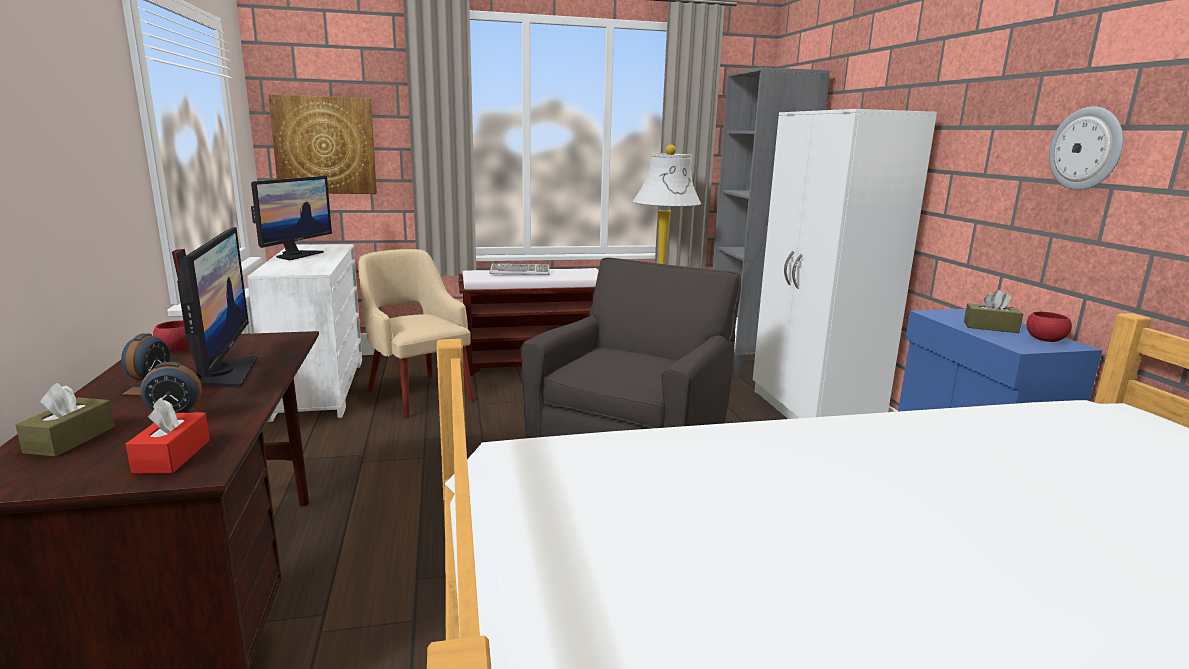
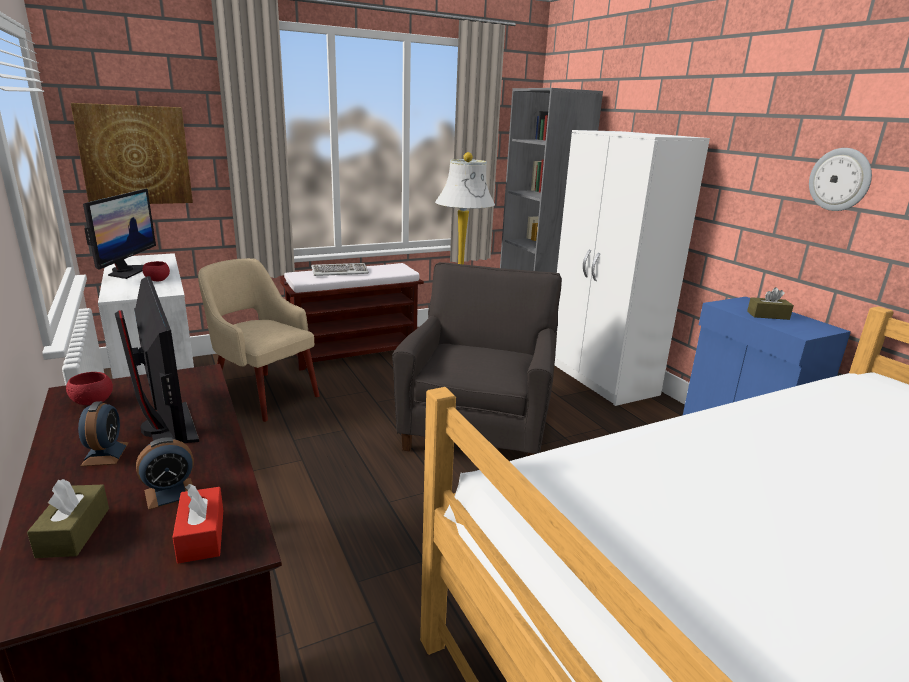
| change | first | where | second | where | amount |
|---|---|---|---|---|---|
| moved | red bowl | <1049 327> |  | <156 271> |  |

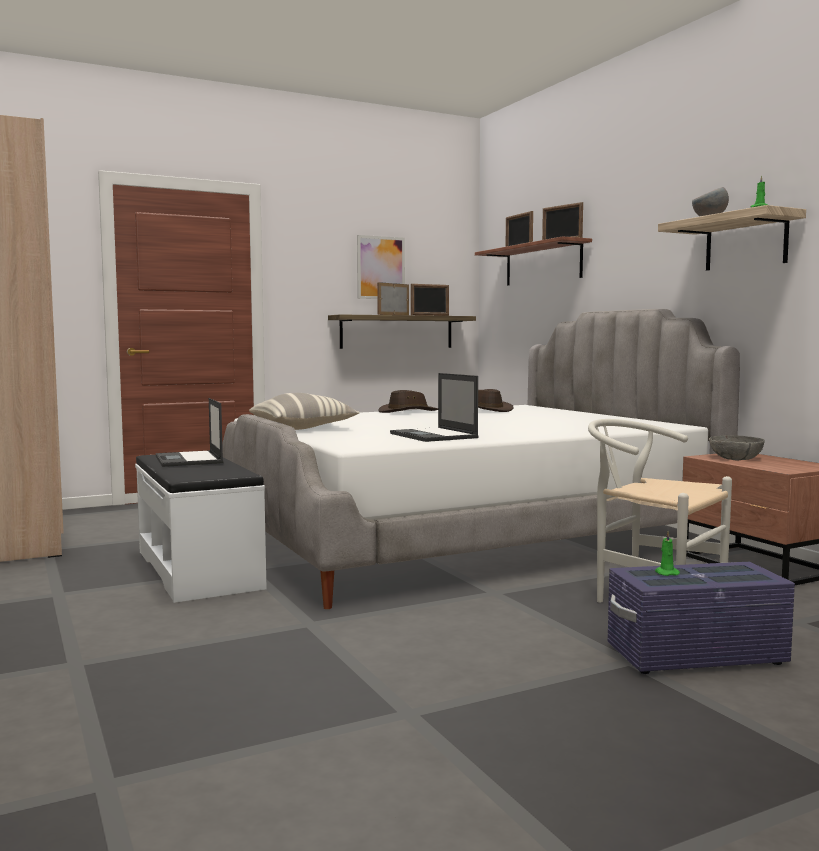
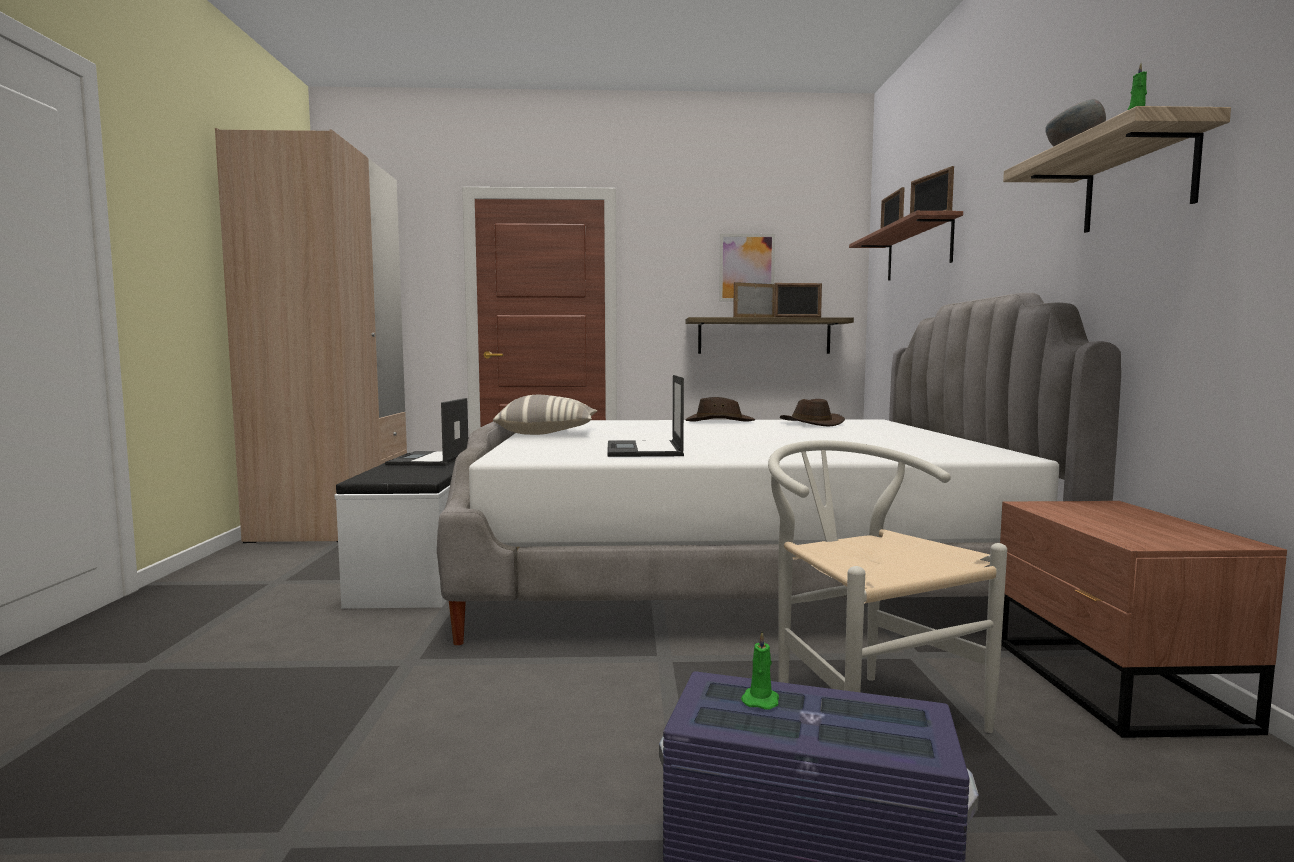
| change | first | where | second | where | amount |
|---|---|---|---|---|---|
| removed | grey bowl | <737 448> |  |  |  |

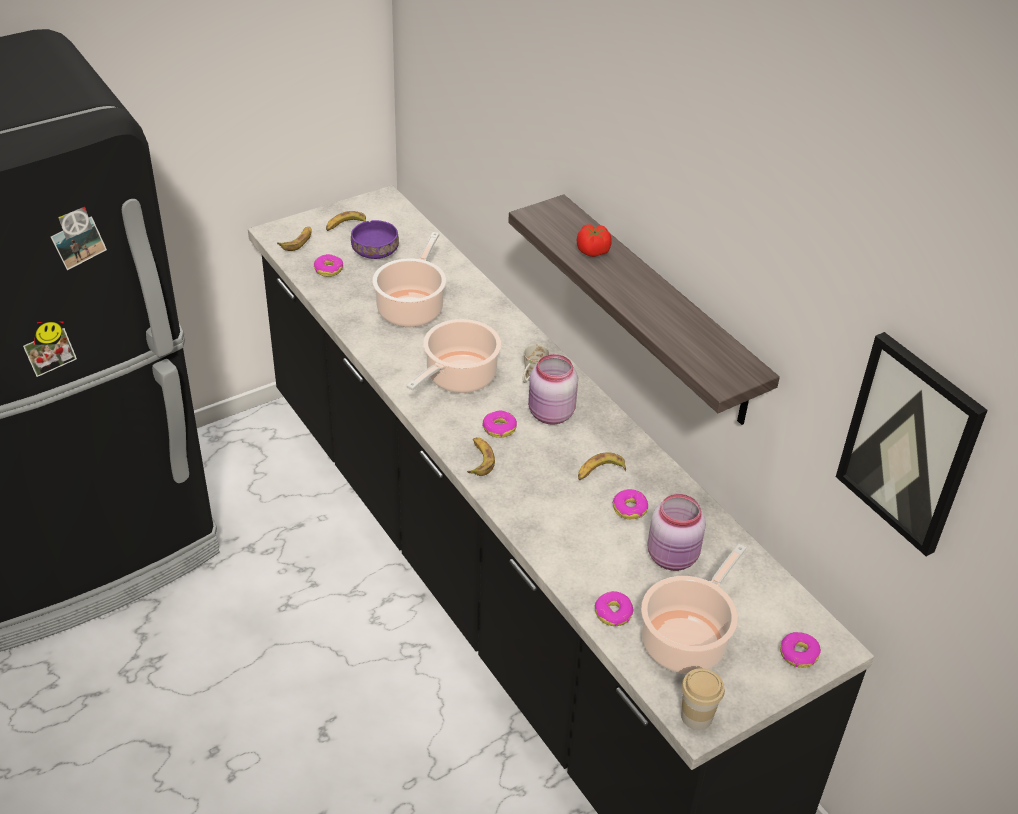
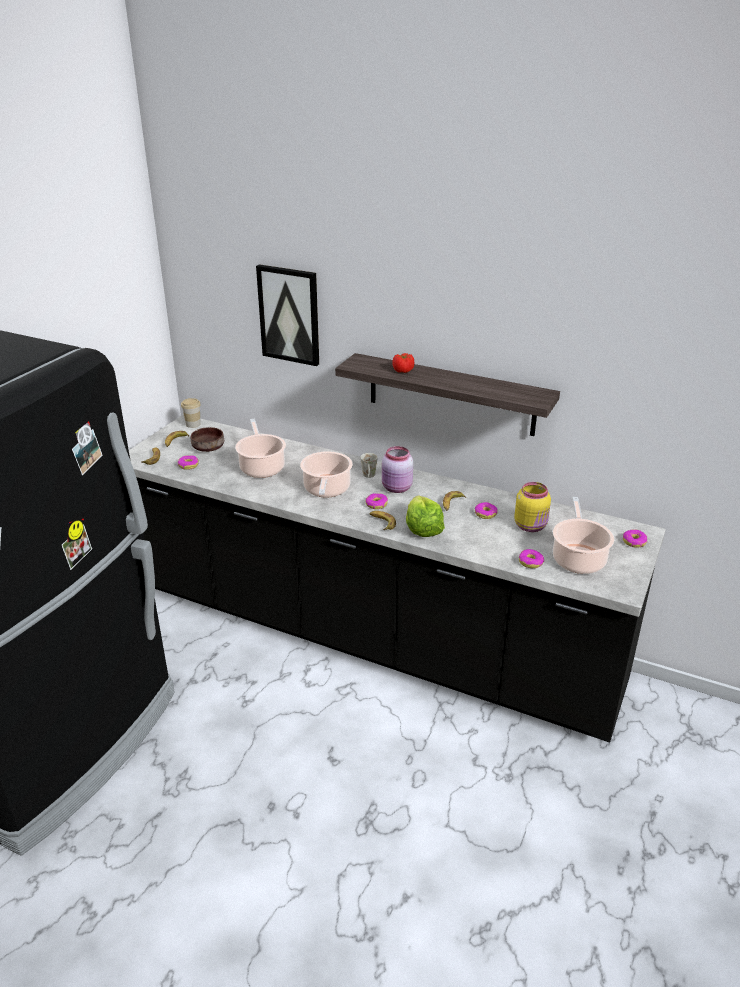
| change | first | where | second | where | amount |
|---|---|---|---|---|---|
| moved | cup | <703 699> |  | <191 413> |  |
| recoloured | purple bowl | <375 239> | brown bowl | <207 439> |  |
| moved | picture | <912 444> |  | <287 315> |  |
| added |  |  | lettuce | <425 516> |  |
| recoloured | pink jar | <676 532> | yellow jar | <532 507> |  |

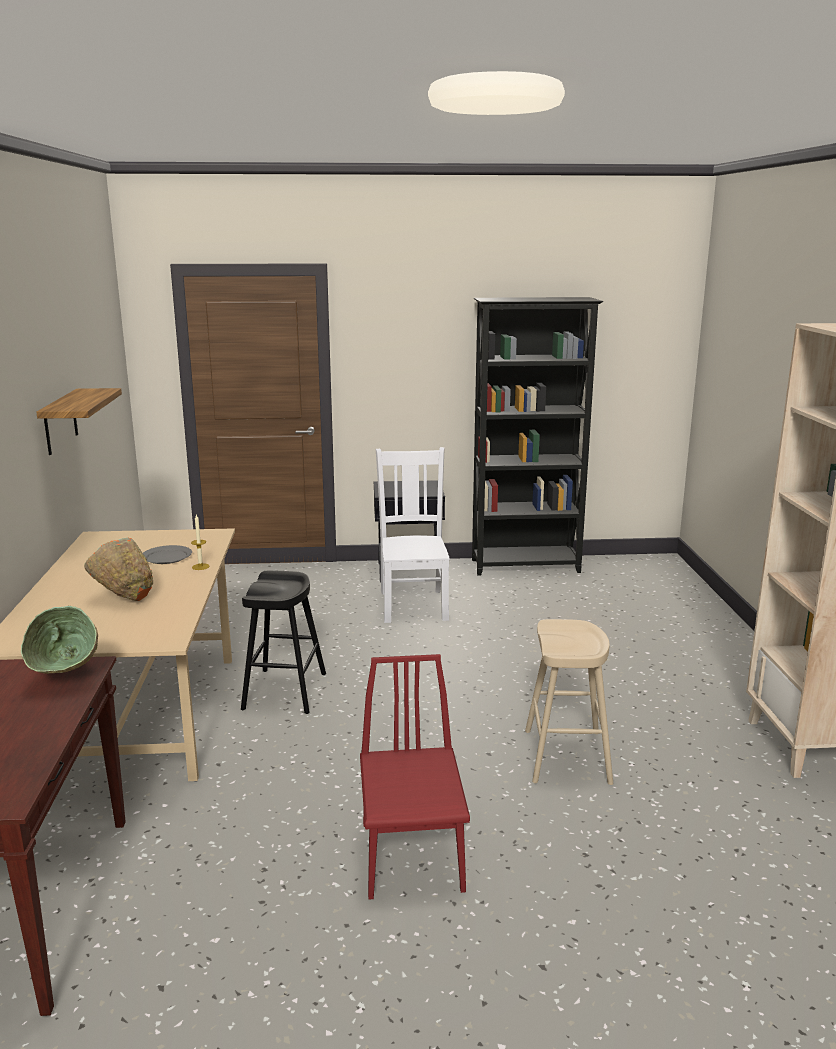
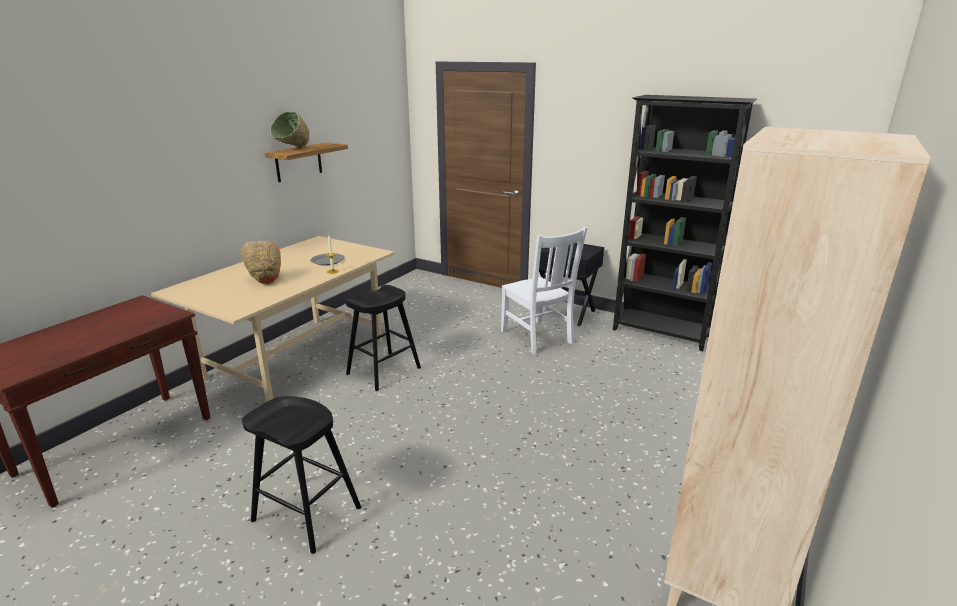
| change | first | where | second | where | amount |
|---|---|---|---|---|---|
| replaced | red chair | <415 777> | black stool | <301 475> |  |
| moved | green bowl | <59 640> |  | <289 129> |  |
| turned | white chair | <413 535> |  | <544 291> | 120 degrees clockwise |
| removed | beige stool | <569 702> |  |  |  |

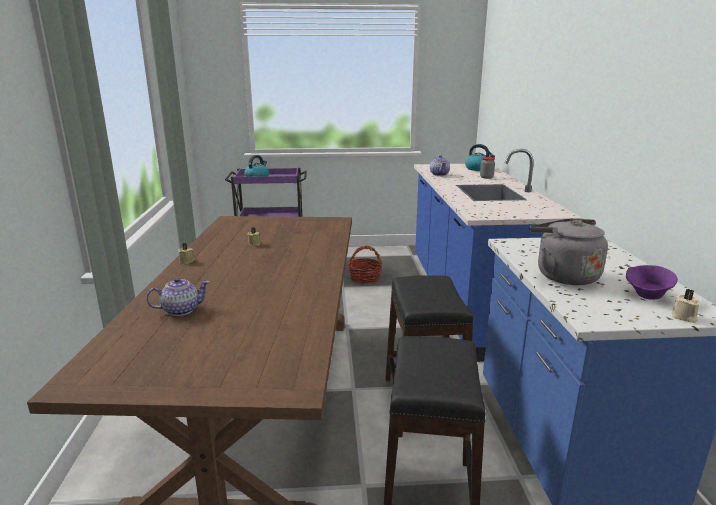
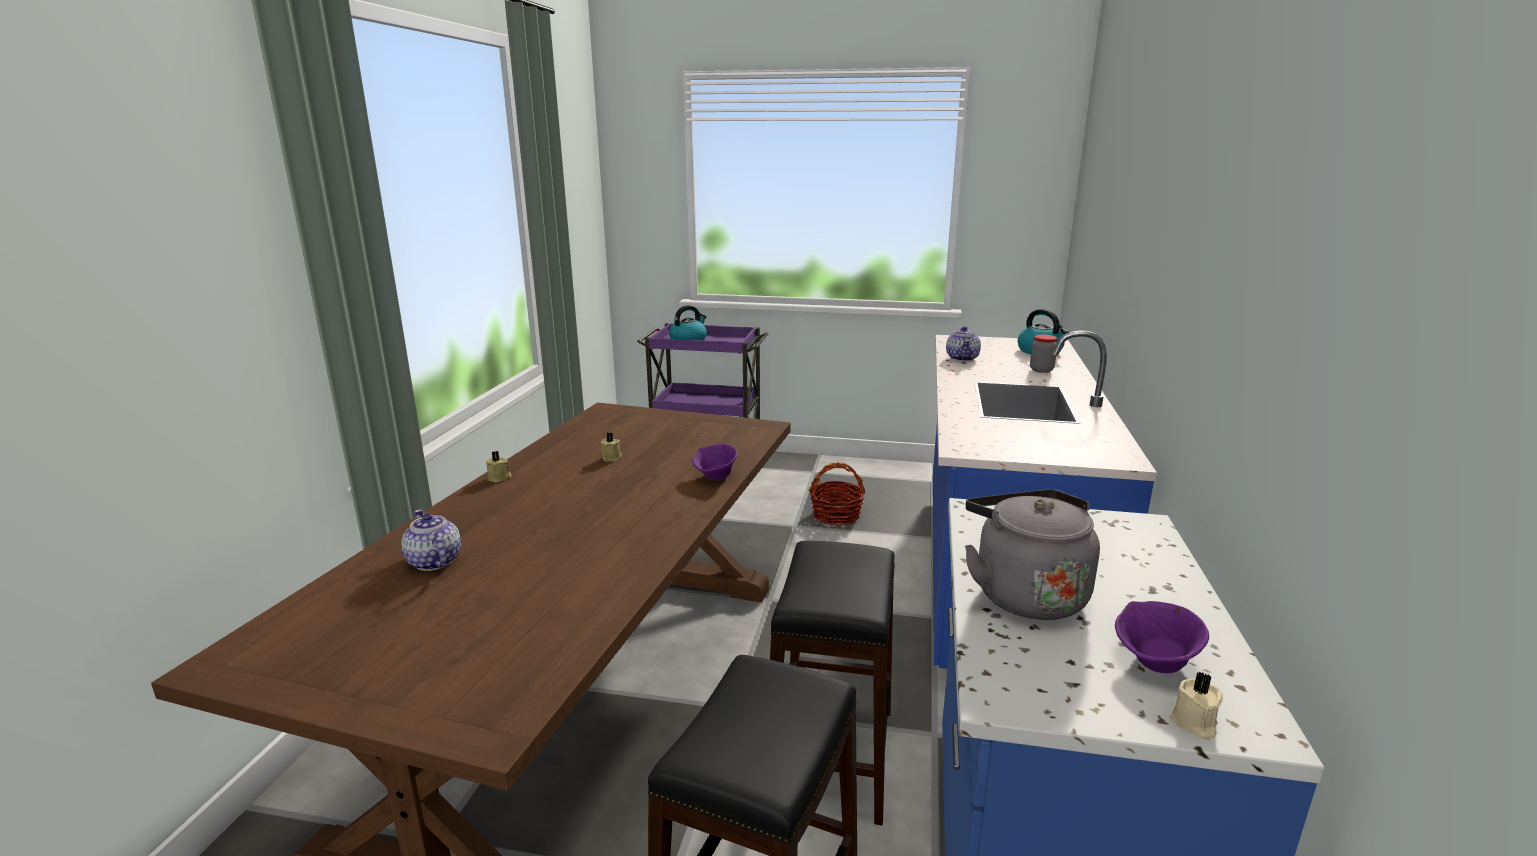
| change | first | where | second | where | amount |
|---|---|---|---|---|---|
| turned | teapot | <177 296> |  | <431 540> | 120 degrees counterclockwise |
| added |  |  | purple bowl | <714 462> |  |

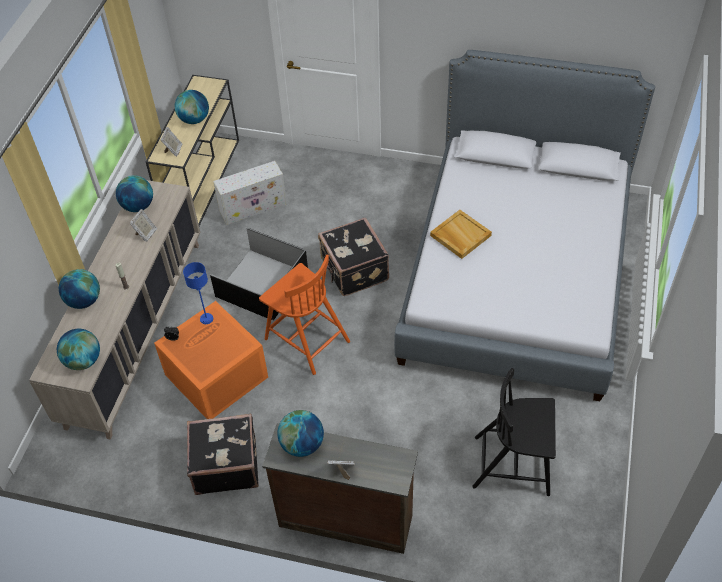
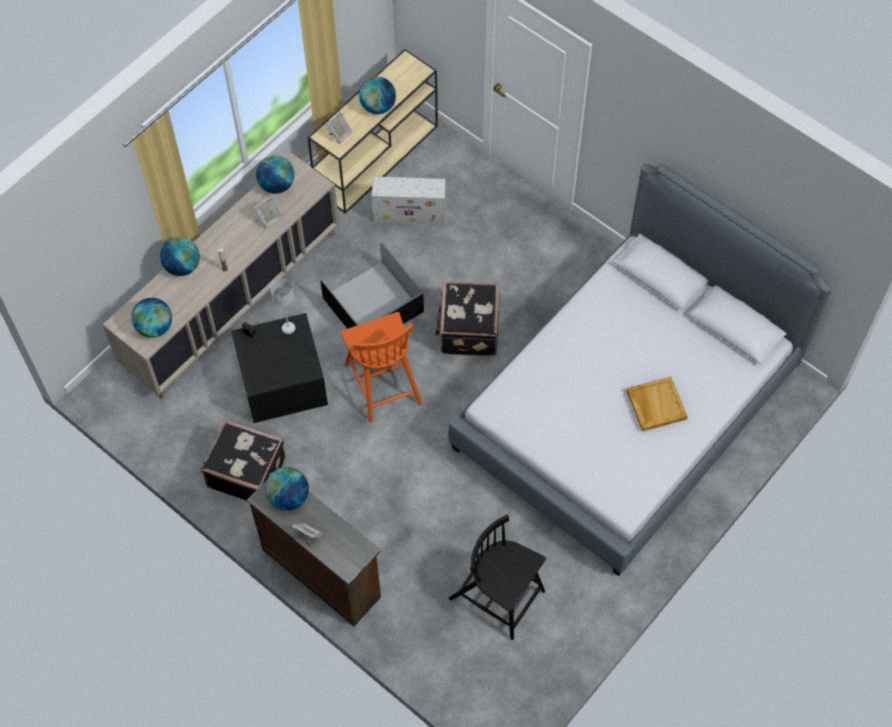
| change | first | where | second | where | amount |
|---|---|---|---|---|---|
| recoloured | orange storage box | <211 360> | black storage box | <279 368> |  |
| recoloured | blue table lamp | <198 293> | grey table lamp | <282 306> |  |
| moved | beige tray | <461 234> |  | <657 404> |  |

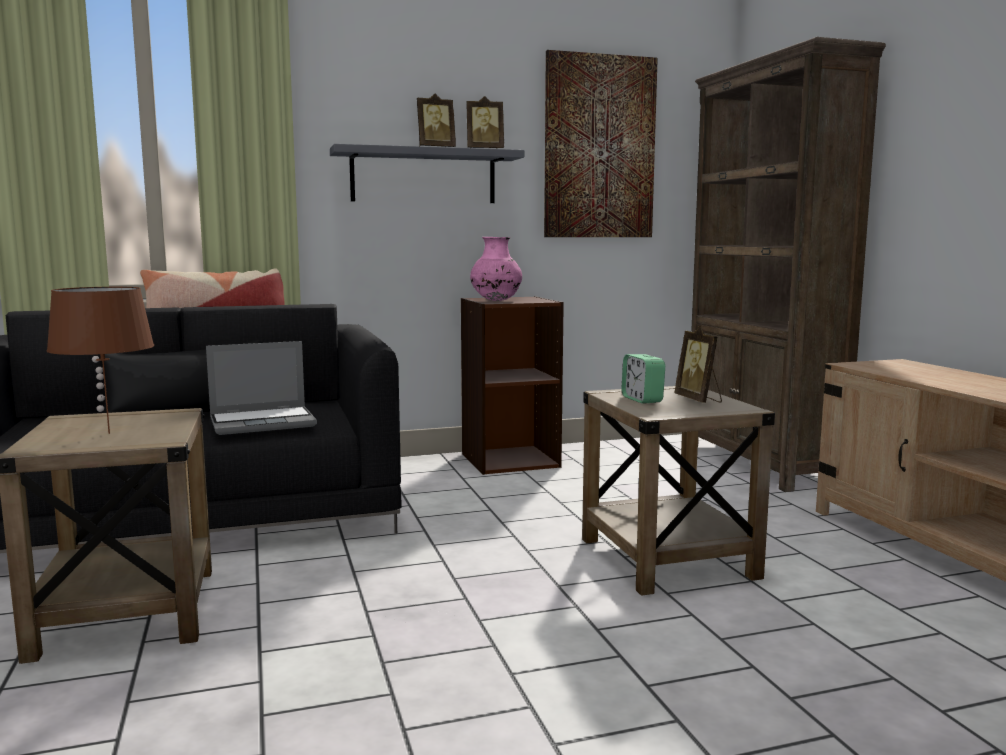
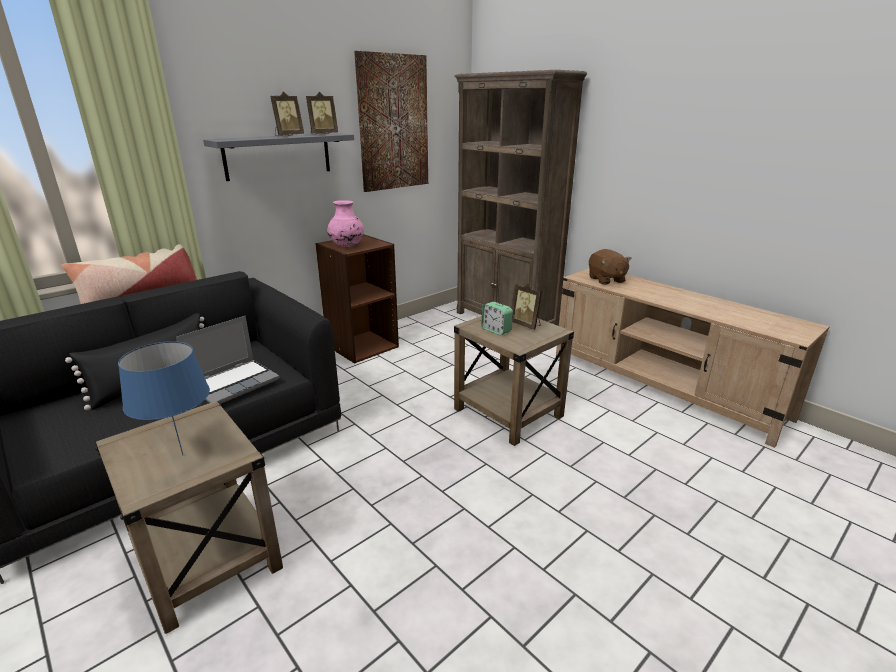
| change | first | where | second | where | amount |
|---|---|---|---|---|---|
| recoloured | brown table lamp | <100 360> | blue table lamp | <164 398> |  |
| added |  |  | brown plush toy | <610 267> |  |

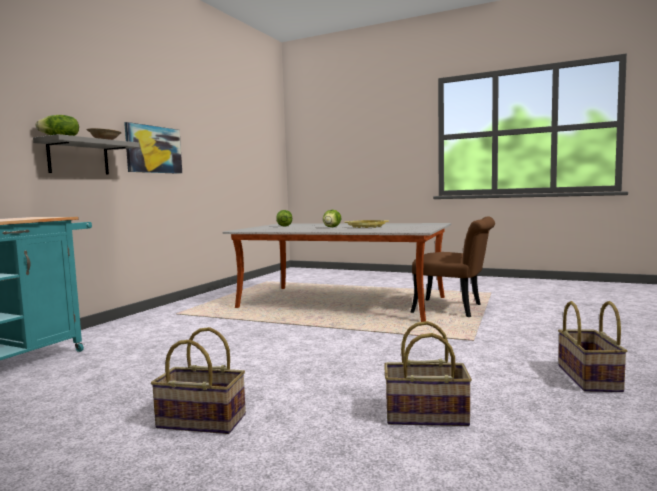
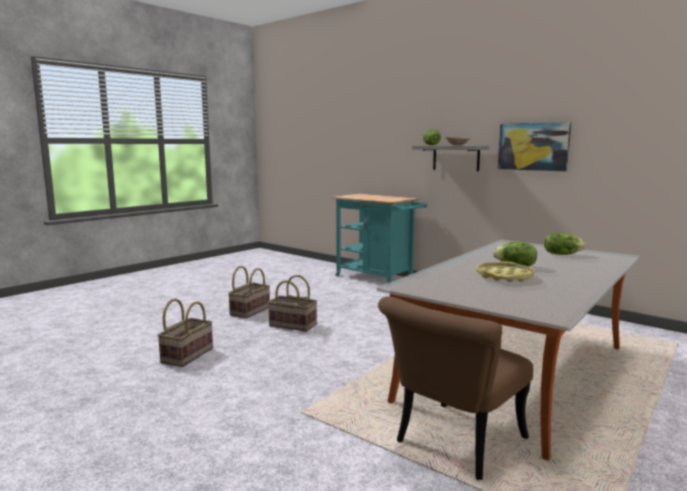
| change | first | where | second | where | amount |
|---|---|---|---|---|---|
| moved | basket | <592 346> |  | <292 303> |  |

